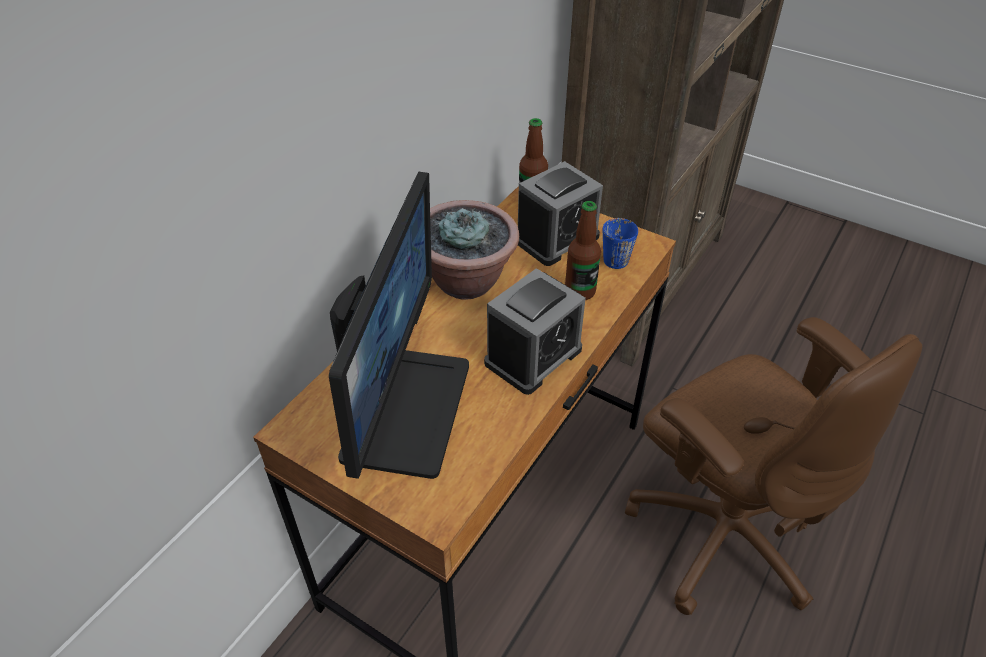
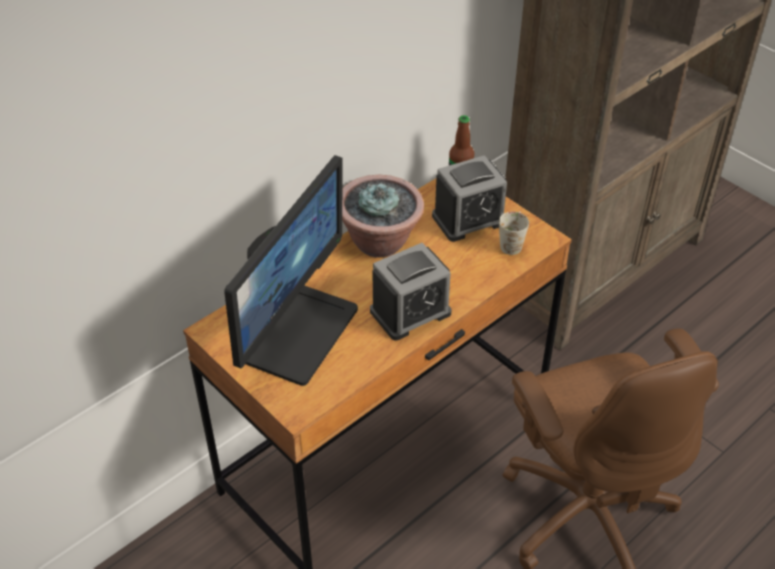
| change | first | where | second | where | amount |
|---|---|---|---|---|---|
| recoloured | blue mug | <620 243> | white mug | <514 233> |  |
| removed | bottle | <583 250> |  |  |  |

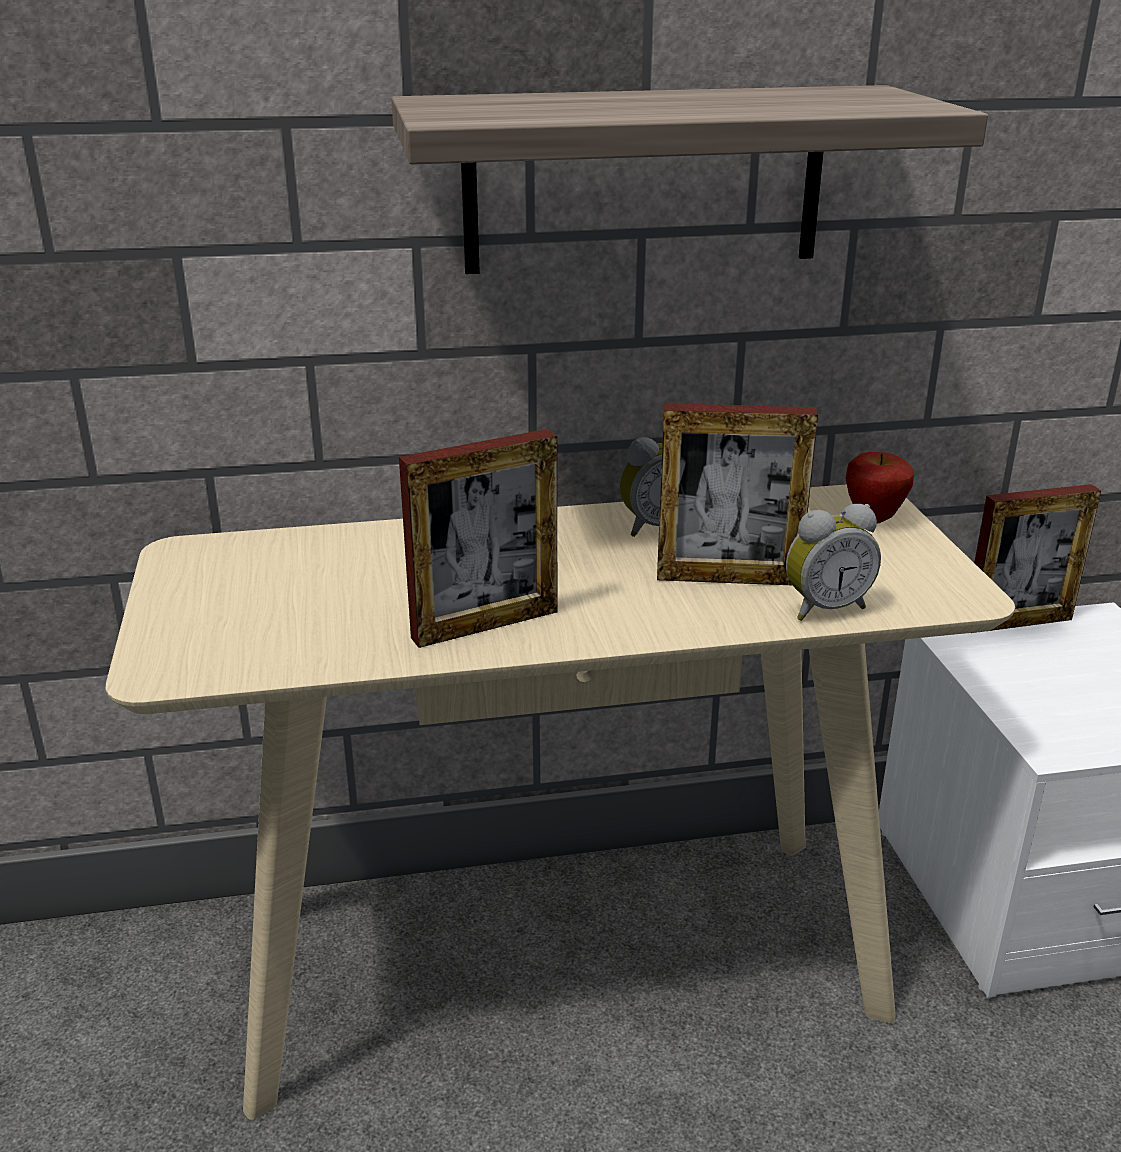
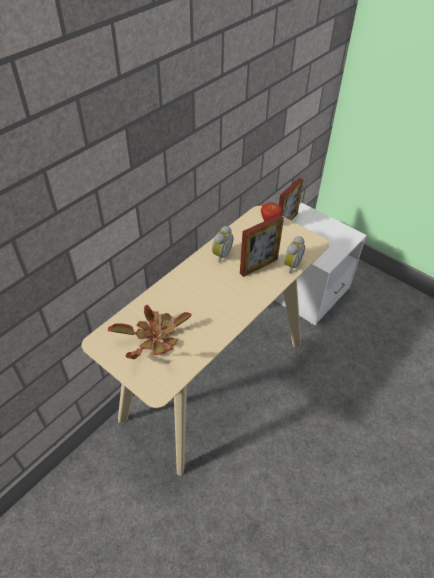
| change | first | where | second | where | amount |
|---|---|---|---|---|---|
| added |  |  | potted plant | <150 332> |  |
| removed | shelf | <690 179> |  |  |  |
| removed | picture frame | <478 538> |  |  |  |

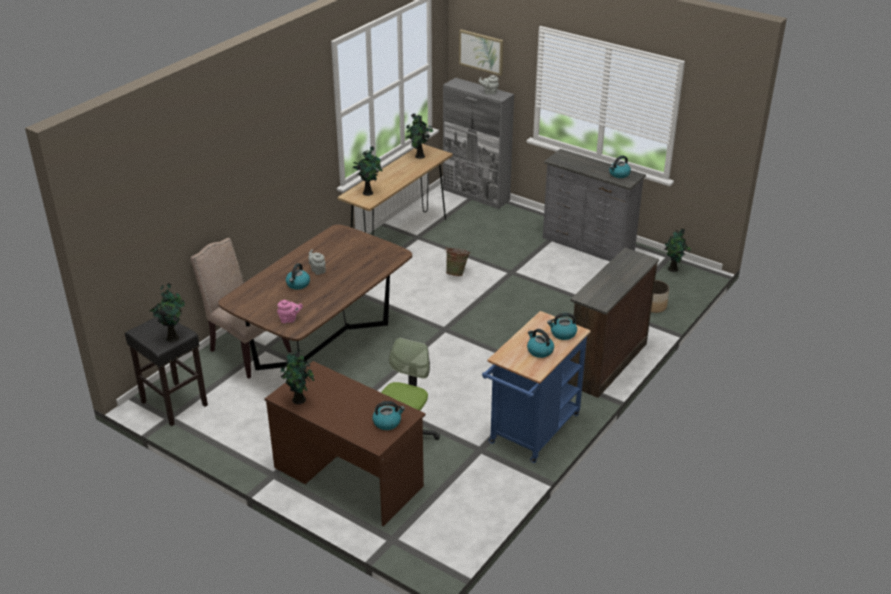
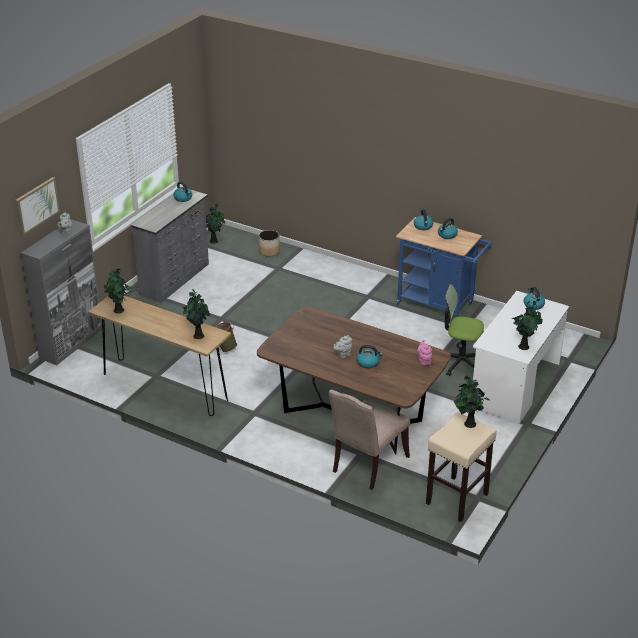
| change | first | where | second | where | amount |
|---|---|---|---|---|---|
| recoloured | black stool | <166 371> | beige stool | <461 467> |  |
| recoloured | brown desk | <345 444> | white desk | <521 357> |  |
| removed | brown dresser | <613 323> |  |  |  |

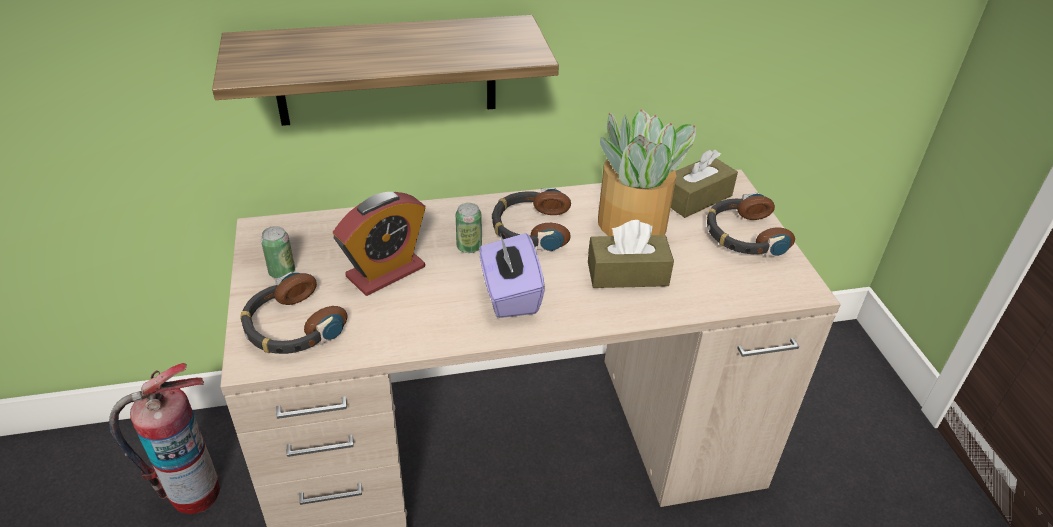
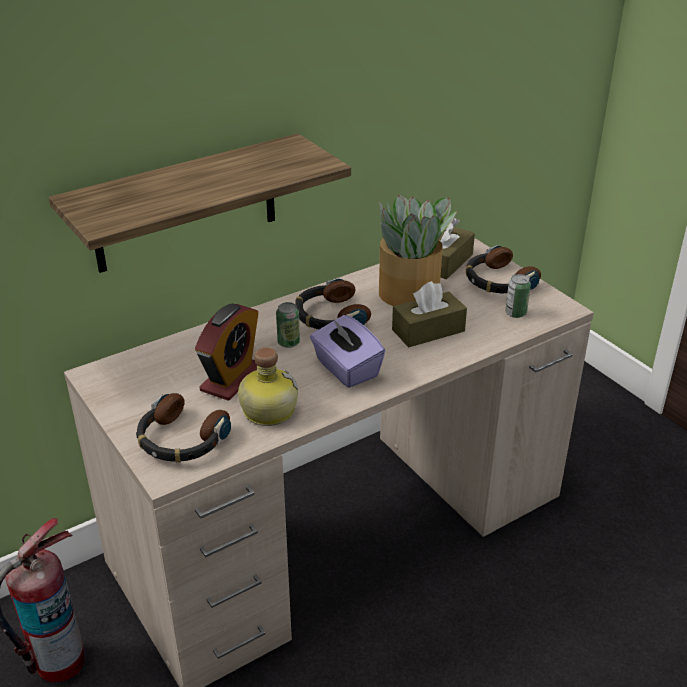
| change | first | where | second | where | amount |
|---|---|---|---|---|---|
| added |  |  | bottle | <268 386> |  |
| moved | can | <278 252> |  | <518 296> |  |

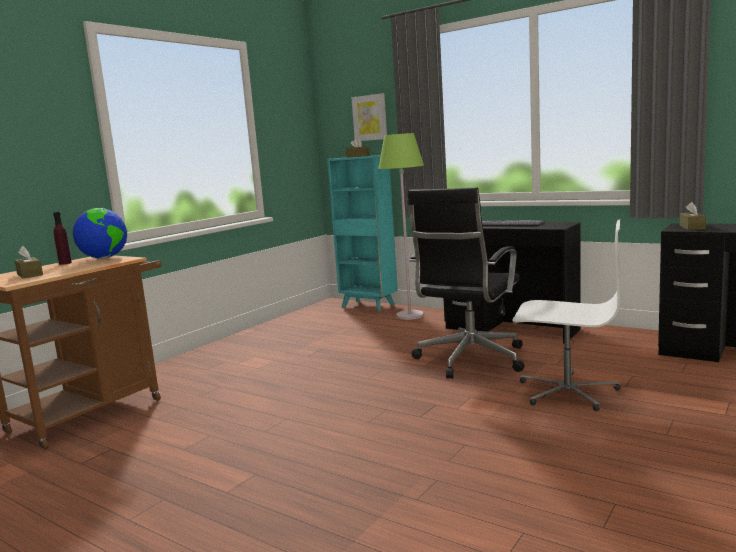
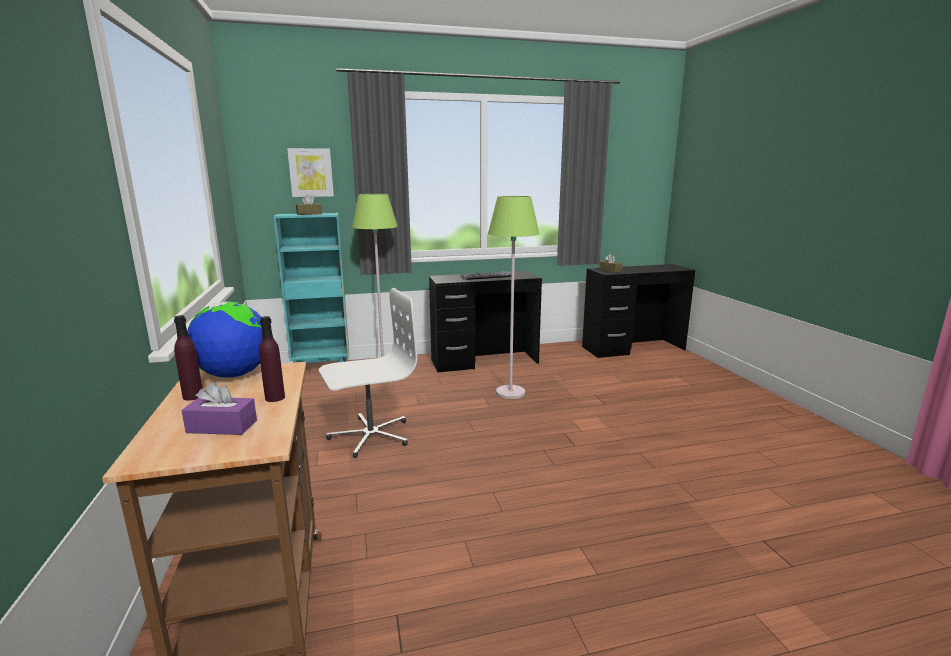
| change | first | where | second | where | amount |
|---|---|---|---|---|---|
| recoloured | brown tissue box | <29 262> | purple tissue box | <219 408> |  |
| added |  |  | purple bottle | <272 359> |  |
| moved | white office chair | <567 315> |  | <368 373> |  |
| replaced | black office chair | <466 283> | green floor lamp | <513 297> |  |

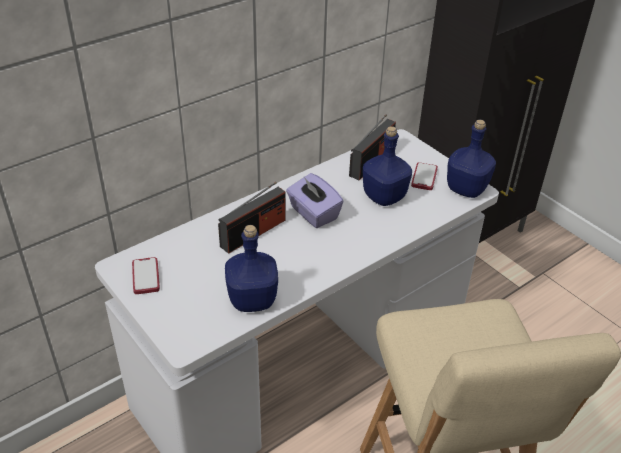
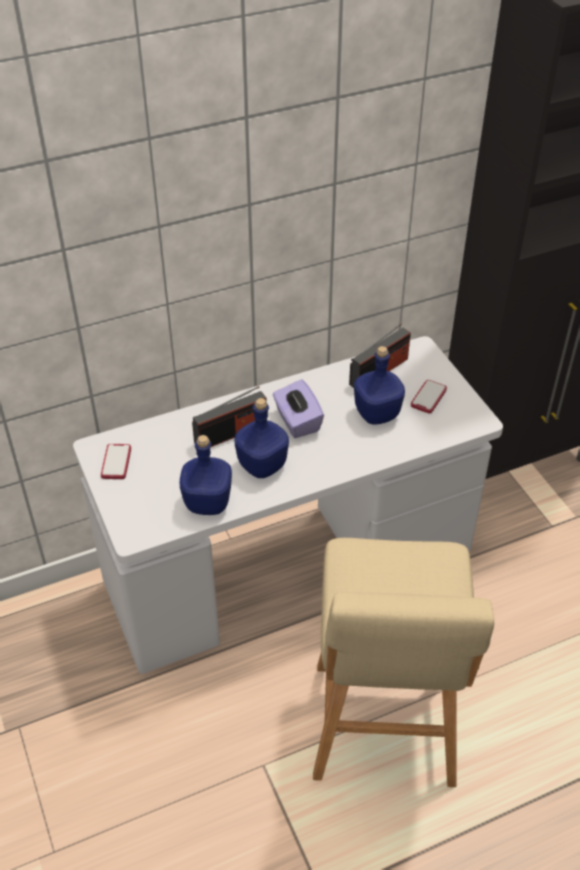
| change | first | where | second | where | amount |
|---|---|---|---|---|---|
| moved | blue bottle | <471 159> |  | <261 438> |  |

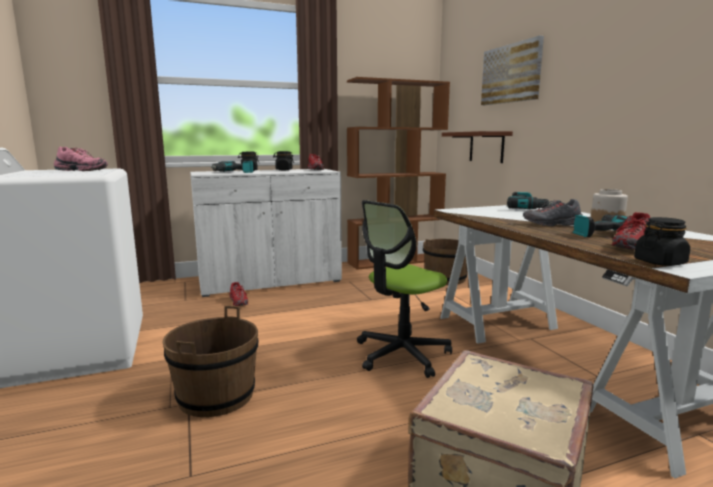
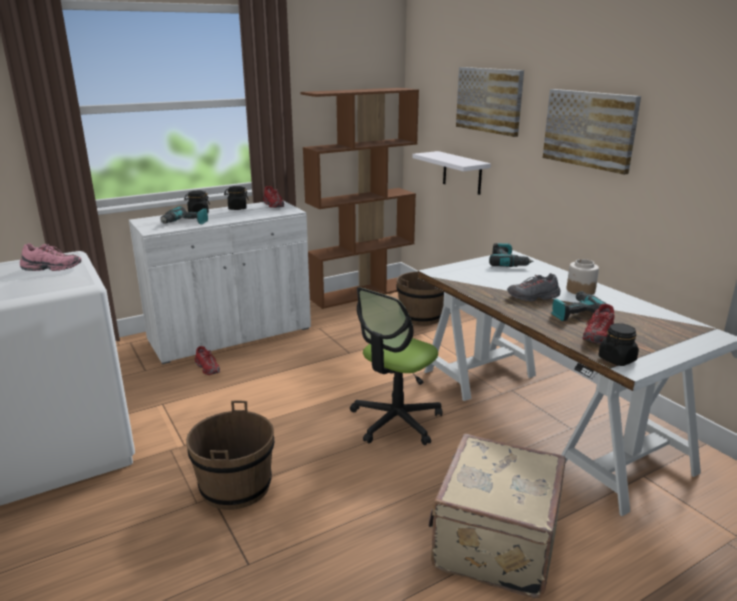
| change | first | where | second | where | amount |
|---|---|---|---|---|---|
| recoloured | brown shelf | <477 147> | white shelf | <451 173> |  |
| added |  |  | picture | <592 132> |  |

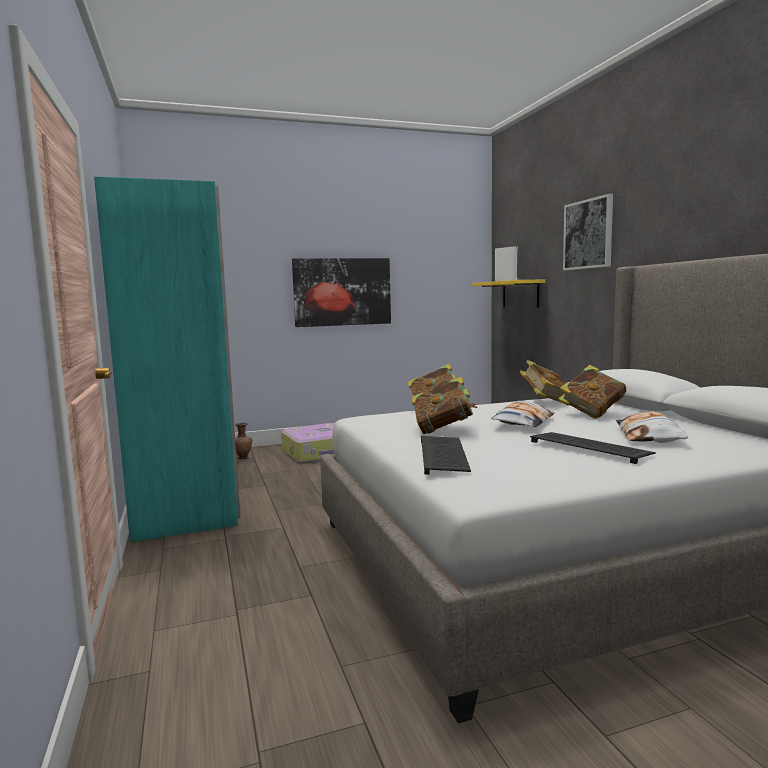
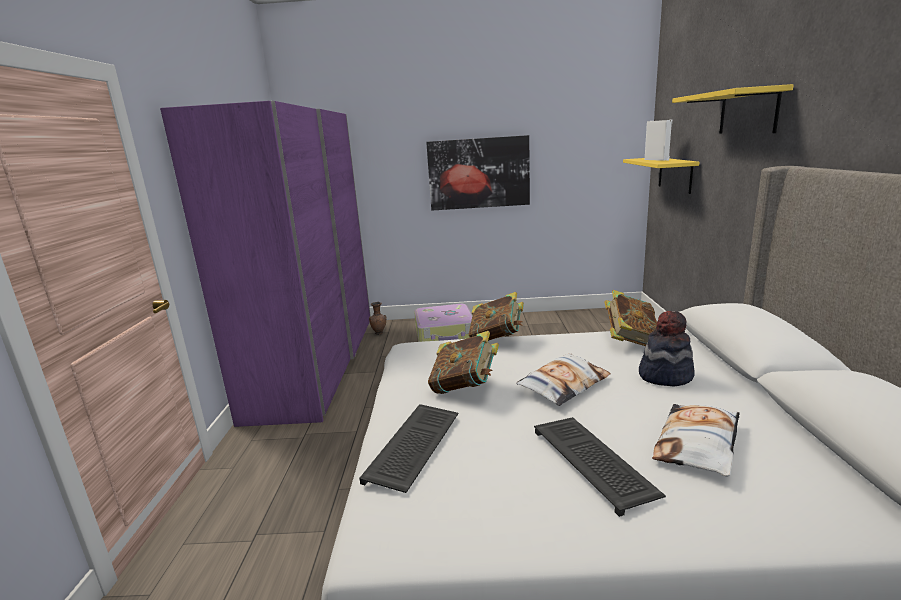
| change | first | where | second | where | amount |
|---|---|---|---|---|---|
| recoloured | turquoise wardrobe | <167 359> | purple wardrobe | <265 264> |  |
| replaced | book | <592 392> | hat | <667 349> |  |
| replaced | picture | <588 232> | yellow shelf | <733 109> |  |

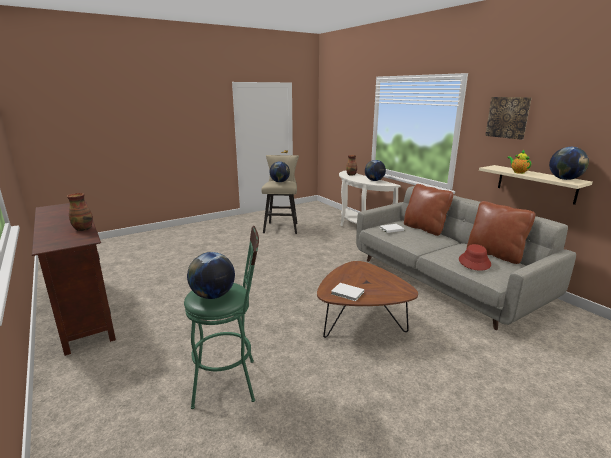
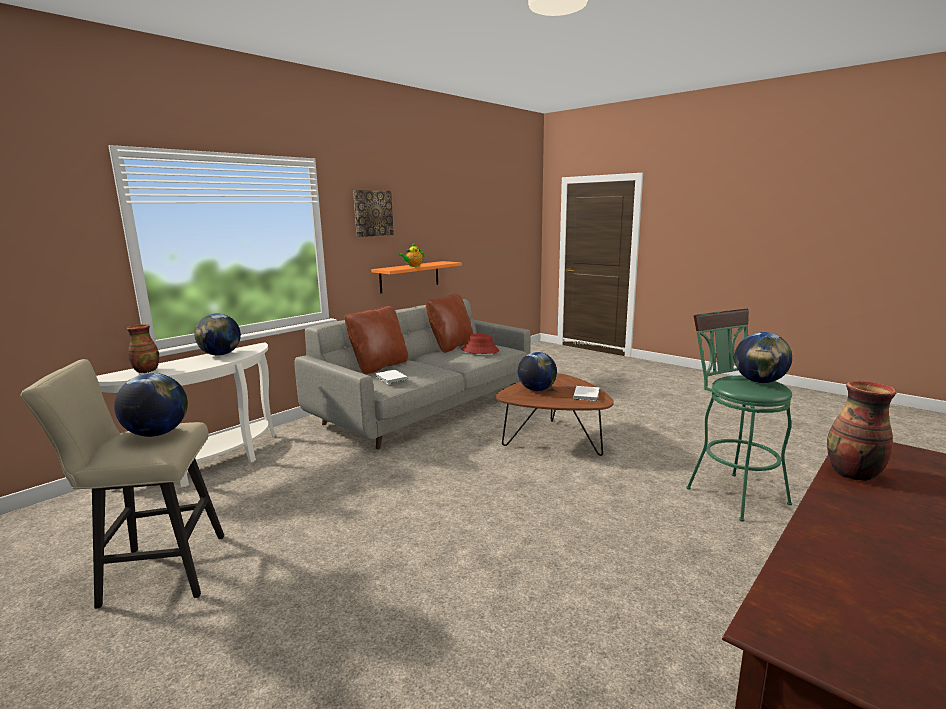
| change | first | where | second | where | amount |
|---|---|---|---|---|---|
| recoloured | beige shelf | <535 185> | orange shelf | <416 277> |  |
| moved | globe | <569 163> |  | <537 371> |  |

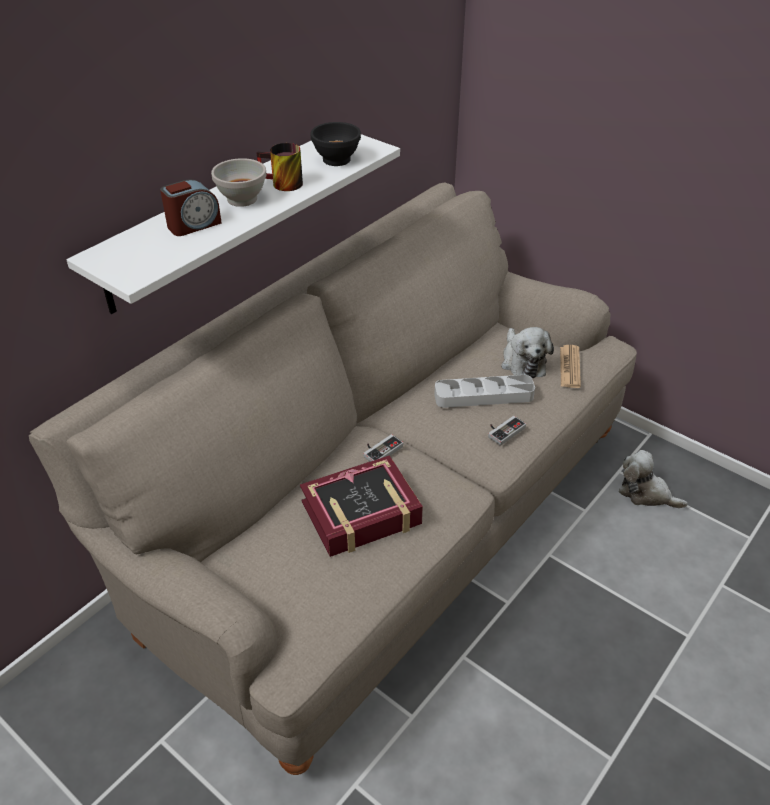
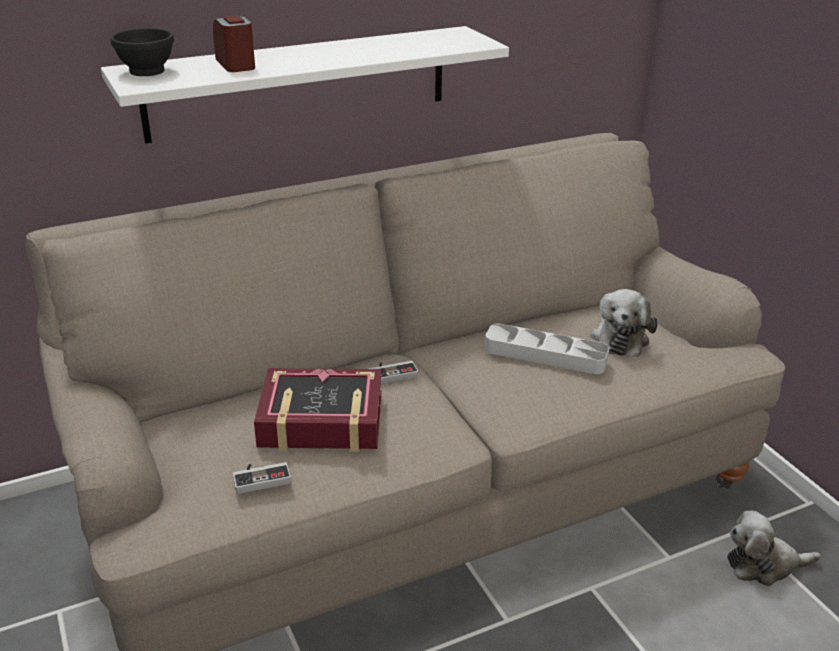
| change | first | where | second | where | amount |
|---|---|---|---|---|---|
| moved | black bowl | <336 144> |  | <142 52> |  |
| turned | alarm clock | <191 207> |  | <234 43> | 105 degrees counterclockwise |
| moved | game controller | <507 431> |  | <262 478> |  |
| turned | plush toy | <653 479> |  | <774 548> | 60 degrees counterclockwise |
| removed | white bowl | <239 182> |  |  |  |
| removed | mug | <280 167> |  |  |  |
| removed | newspaper | <570 366> |  |  |  |

